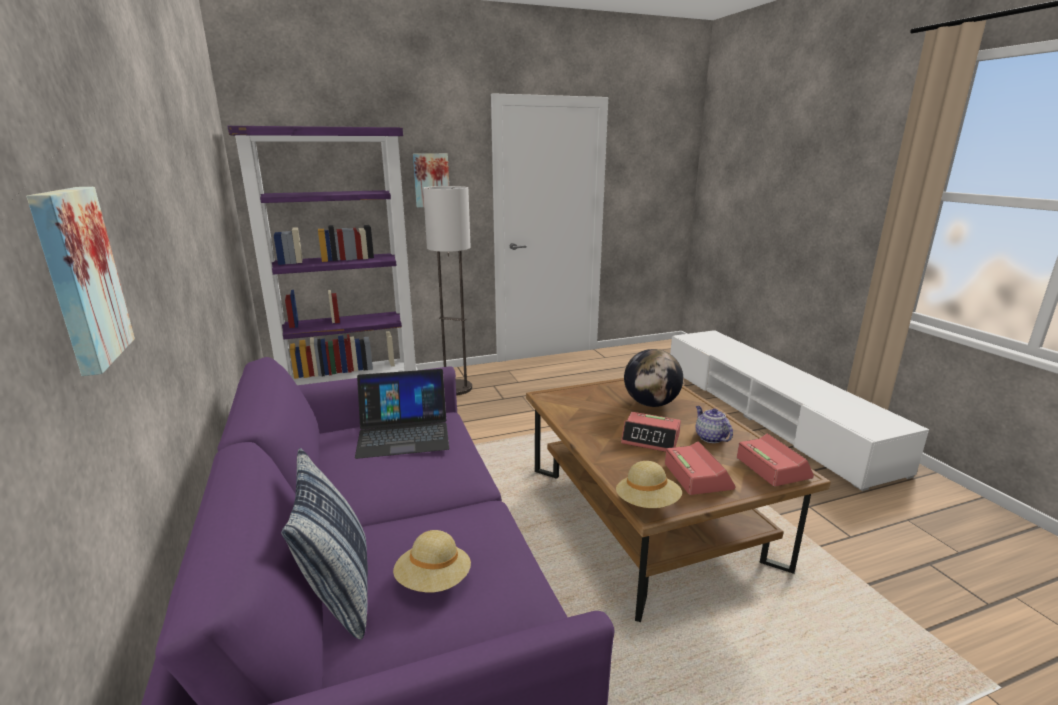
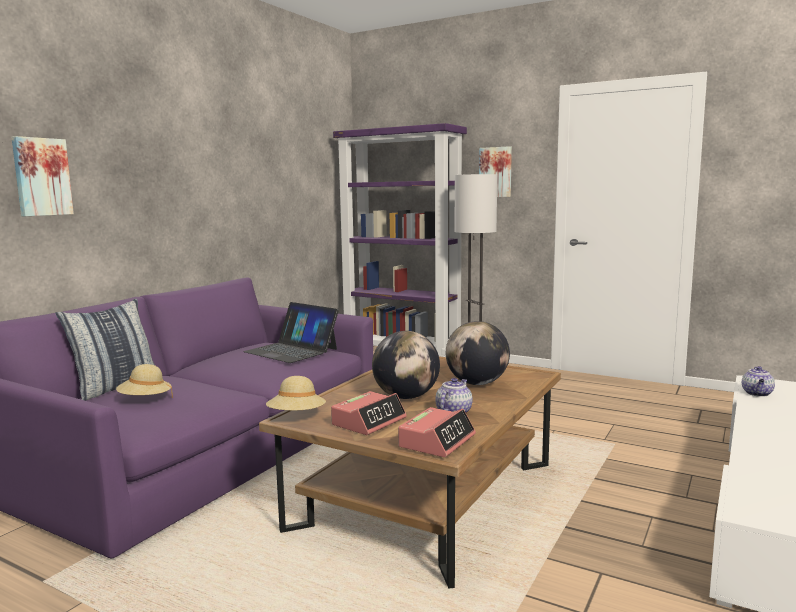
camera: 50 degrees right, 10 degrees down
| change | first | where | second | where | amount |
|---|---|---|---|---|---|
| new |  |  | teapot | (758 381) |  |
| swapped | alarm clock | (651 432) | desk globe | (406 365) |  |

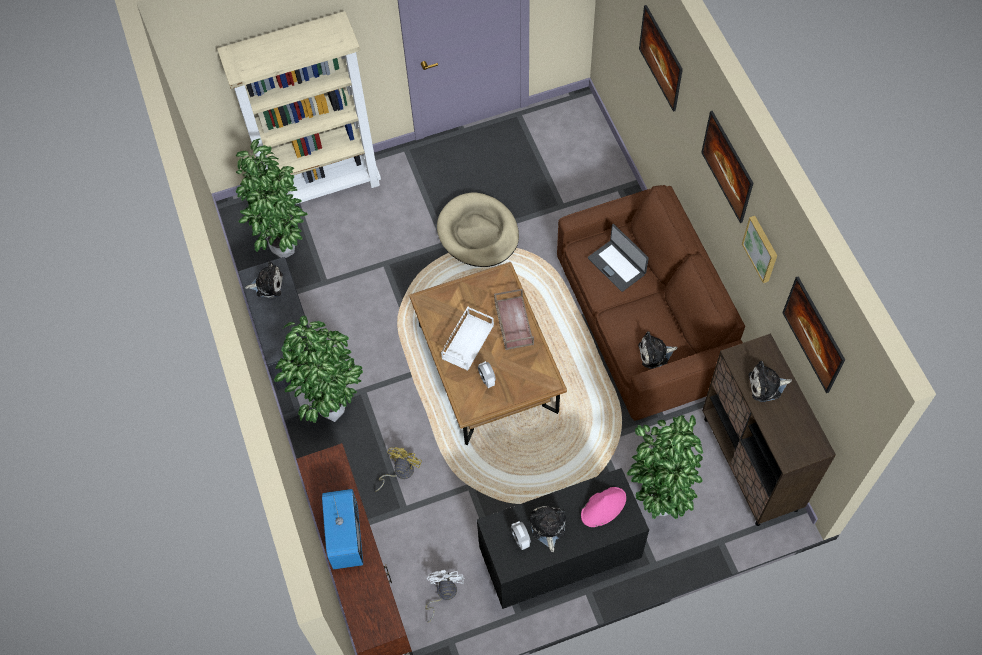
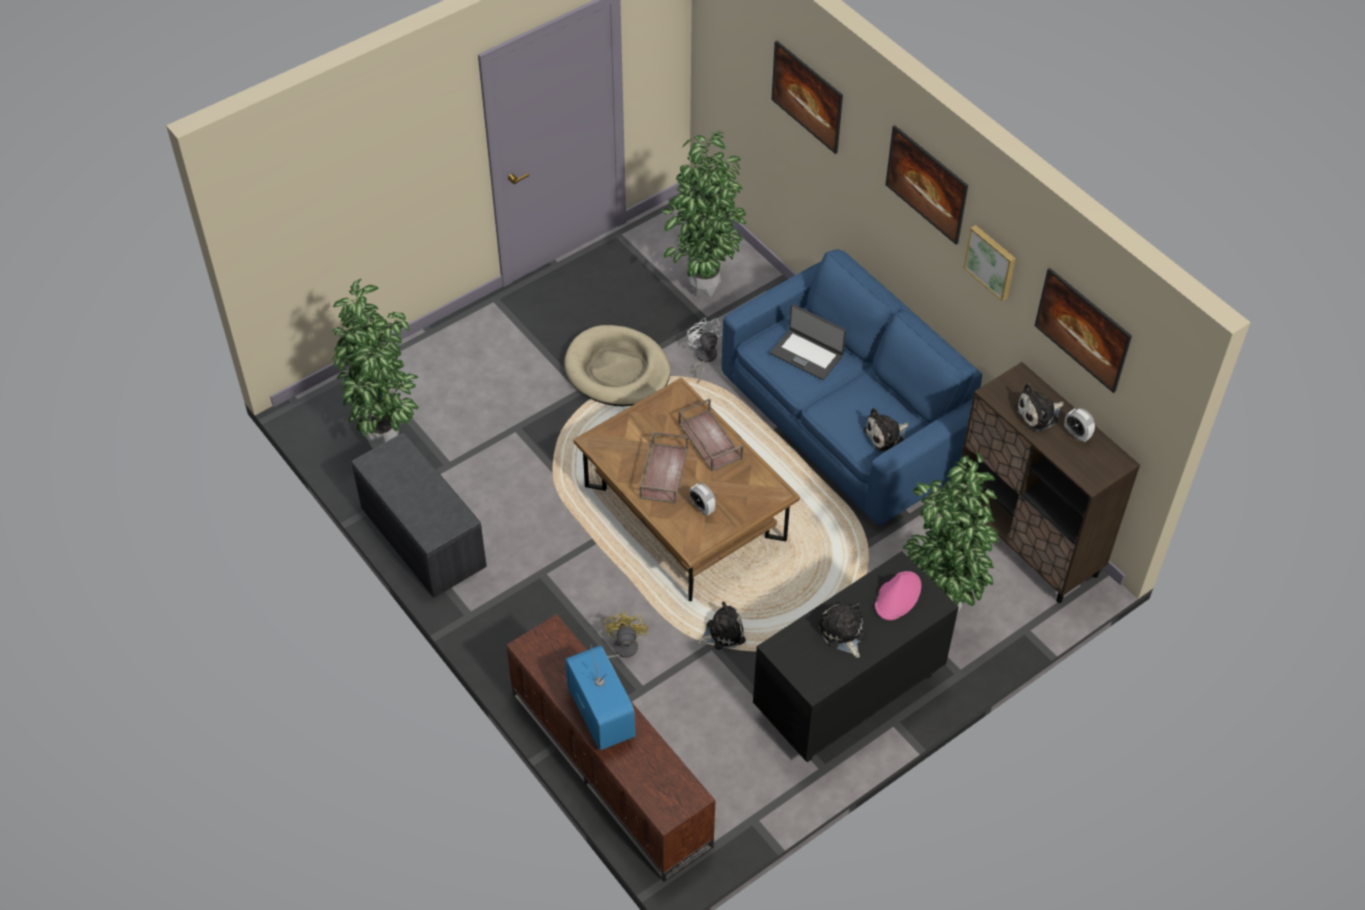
camera: 20 degrees left, 10 degrees down
| change | first | where | second | where | amount |
|---|---|---|---|---|---|
| gone | beige shelving unit | (299 107) |  |  |  |
| shifted | soft toy | (264 279) |  | (721 625) |  |
| shifted | plant in a pot | (318 369) |  | (704 214) |  |
| shifted | white-coloured electric fan | (444 596) |  | (704 351) |  |
| shifted | alarm clock | (521 535) |  | (1079 425) |  |
| repainted | white-coloured tray | (467 339) | brownish tray | (664 467) |  |
| repainted | brownish settee | (651 303) | blue-coloured settee | (851 387) |  |

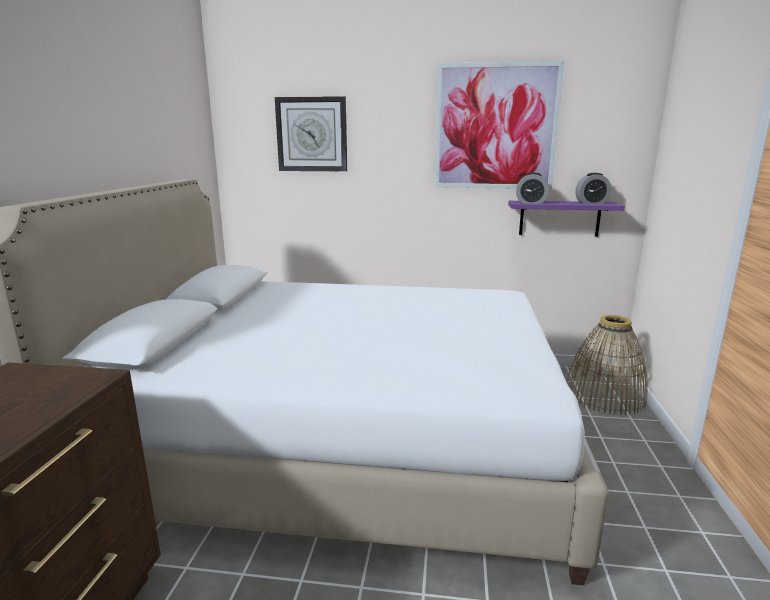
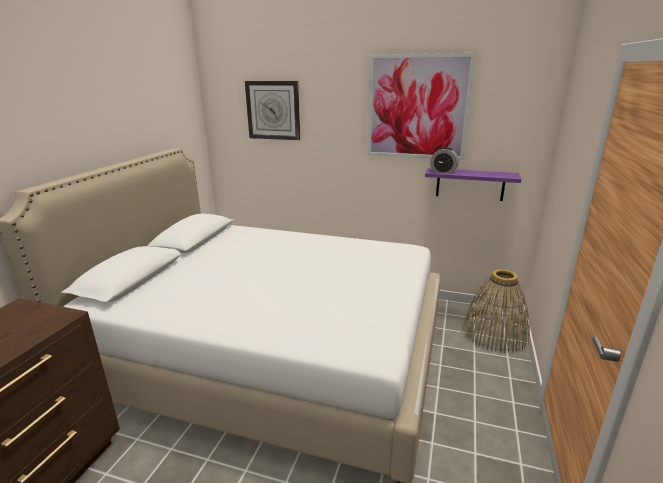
camera: 10 degrees right, 5 degrees up
| change | first | where | second | where | amount |
|---|---|---|---|---|---|
| gone | alarm clock | (593 188) |  |  |  |

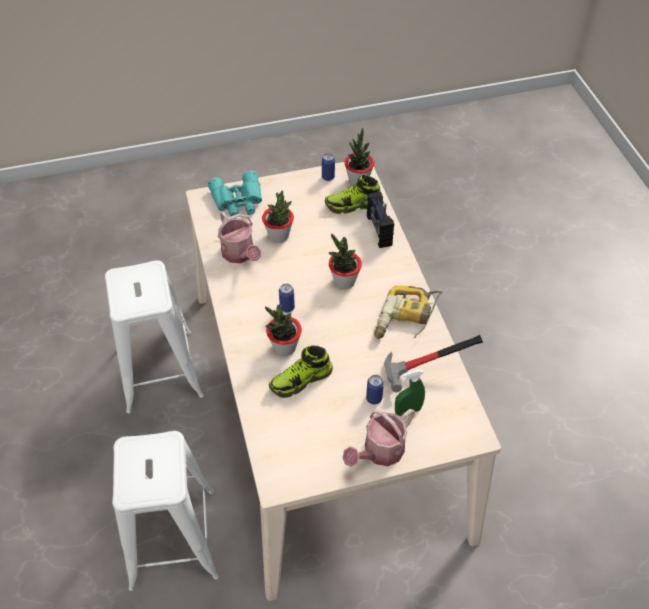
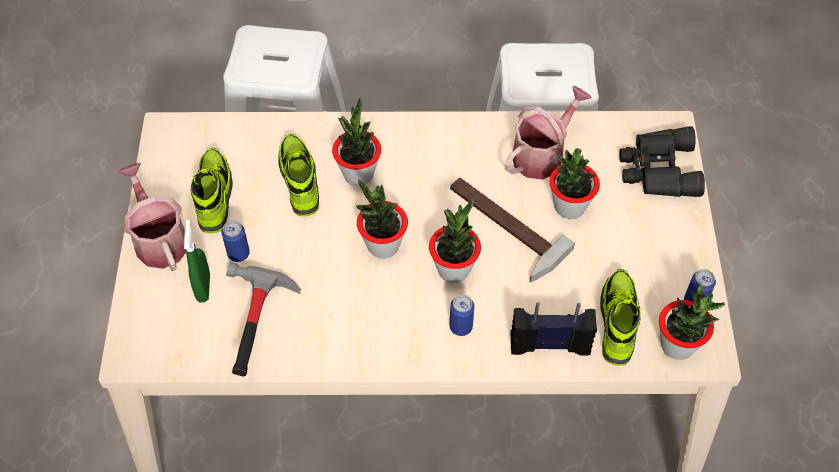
camera: 105 degrees right, 5 degrees up
| change | first | where | second | where | amount |
|---|---|---|---|---|---|
| gone | electric drill | (408 312) |  |  |  |
| new |  |  | item of footwear | (212 190) |  |
| new |  |  | plant in a pot | (382 219) |  |
| new |  |  | tool hammer | (512 230) |  |
| shifted | can | (287 298) |  | (462 315) |  |
| repainted | blue-green binoculars | (235 194) | black-coloured binoculars | (662 161) |  |
| rotated | watering pot | (239 237) |  | (548 133) | 150 degrees clockwise |

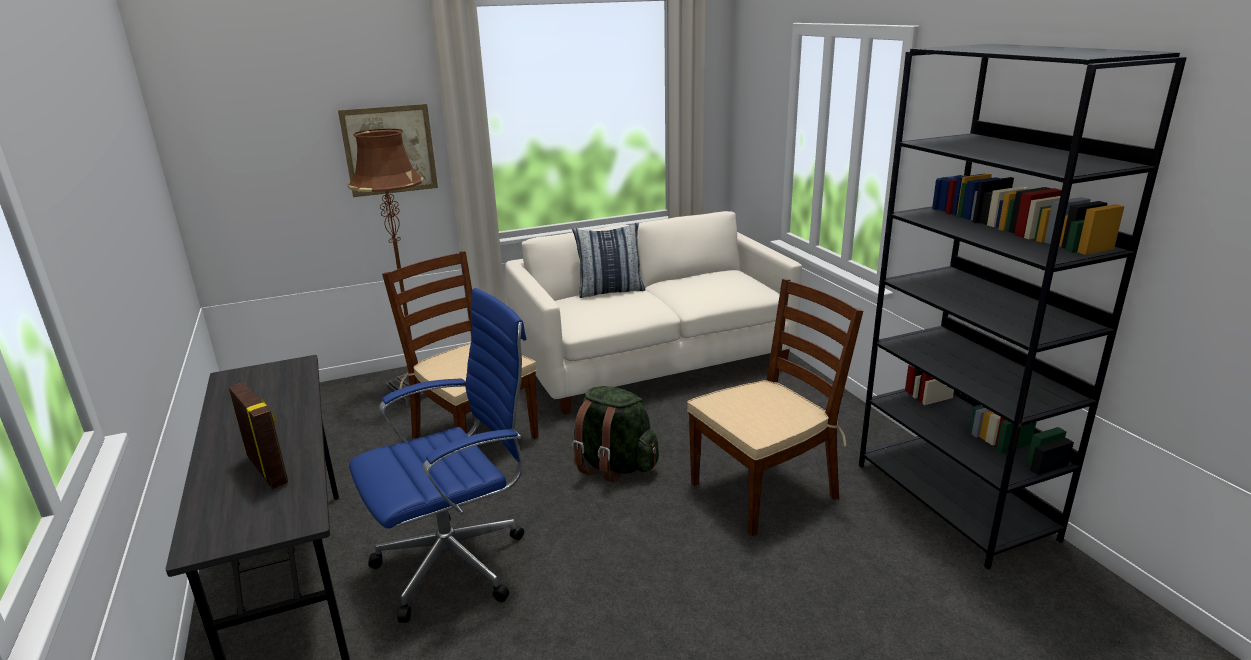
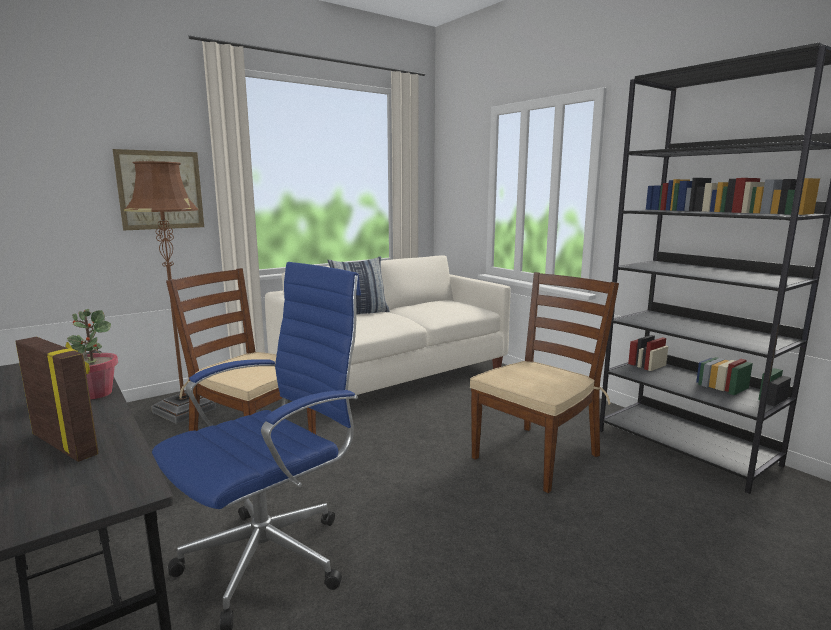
camera: 15 degrees left, 10 degrees down
| change | first | where | second | where | amount |
|---|---|---|---|---|---|
| gone | green knapsack | (615 434) |  |  |  |
| new |  |  | plant in a pot | (92 354) |  |

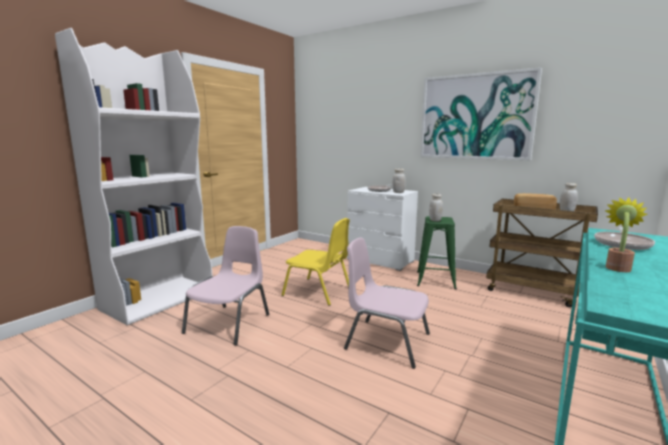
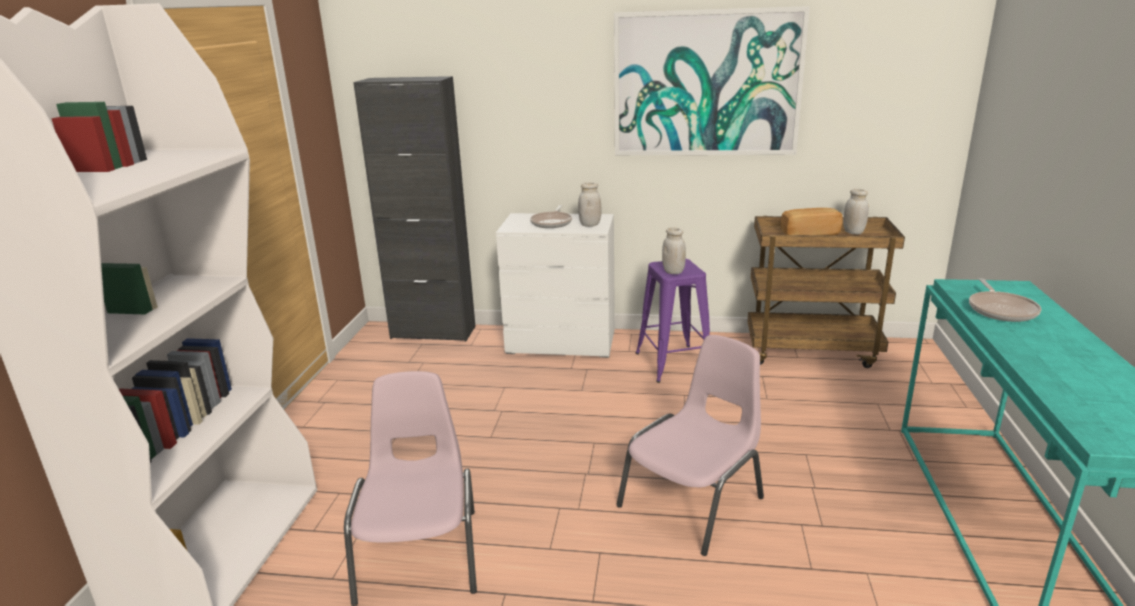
camera: 25 degrees left, 10 degrees up
| change | first | where | second | where | amount |
|---|---|---|---|---|---|
| gone | yellow-coloured upright chair | (315 262) |  |  |  |
| gone | plant in a pot | (625 234) |  |  |  |
| new |  |  | black-coloured storage cabinet | (414 209) |  |
| repainted | green sitting stool | (437 252) | purple sitting stool | (673 321) |  |
| rotated | pink-coloured upright chair | (387 303) |  | (690 445) | 135 degrees clockwise |

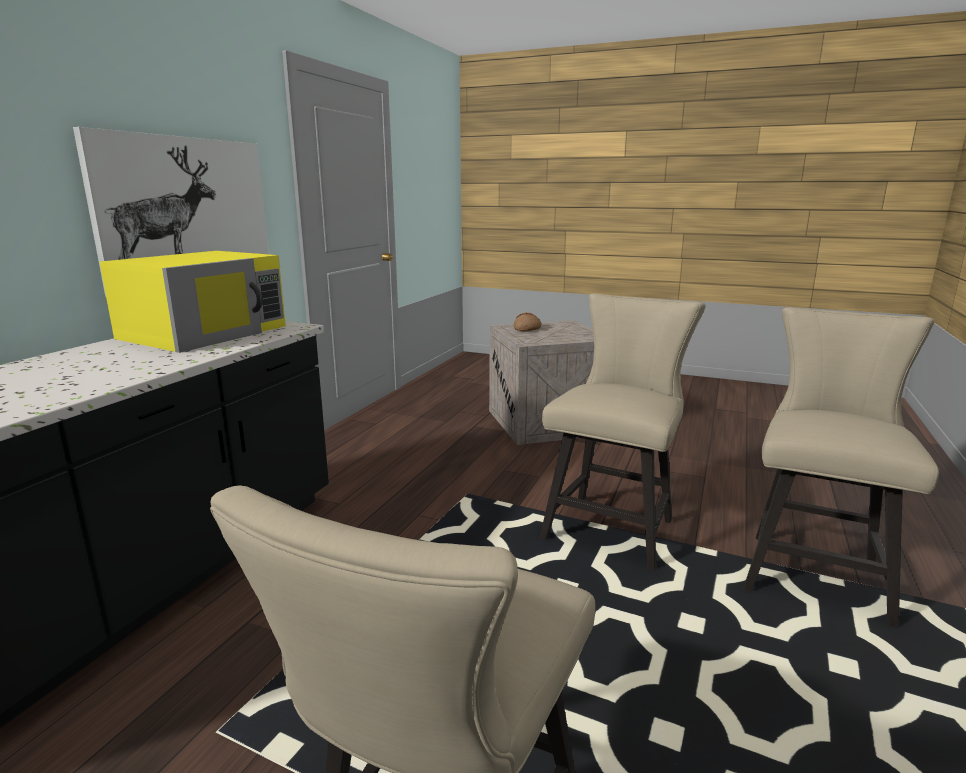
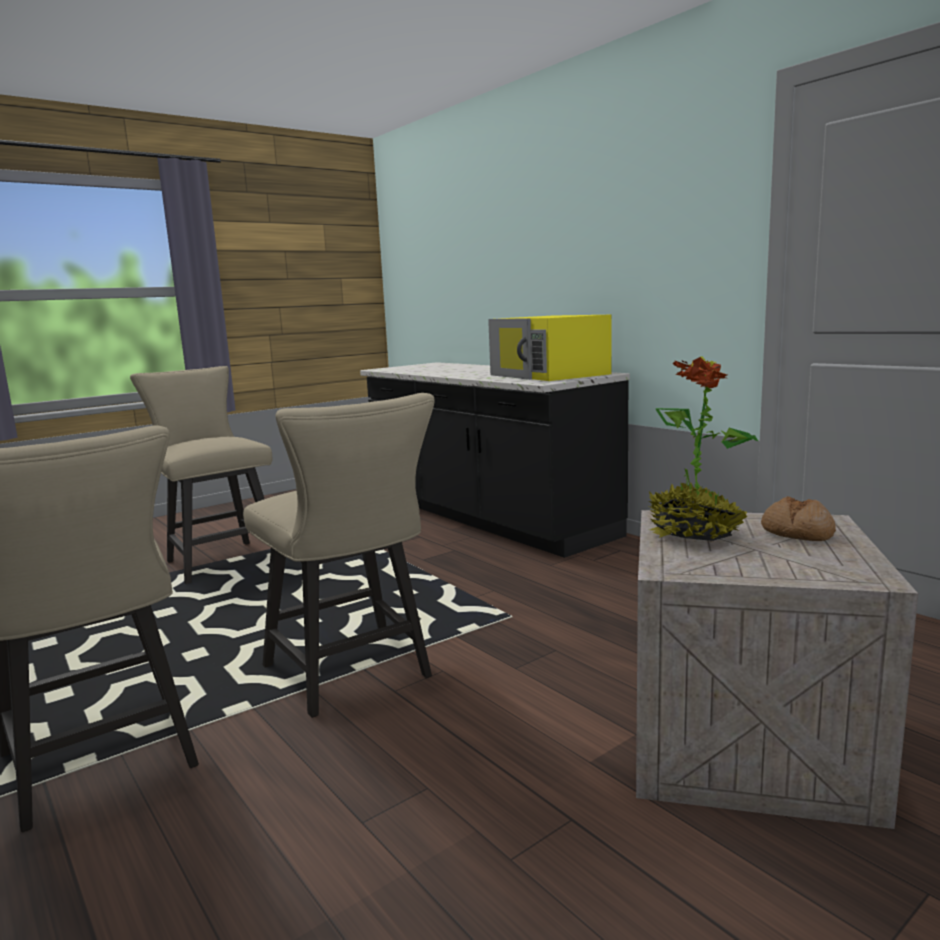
camera: 120 degrees right, 5 degrees down
| change | first | where | second | where | amount |
|---|---|---|---|---|---|
| gone | wall art | (171 212) |  |  |  |
| new |  |  | plant in a pot | (703 448) |  |

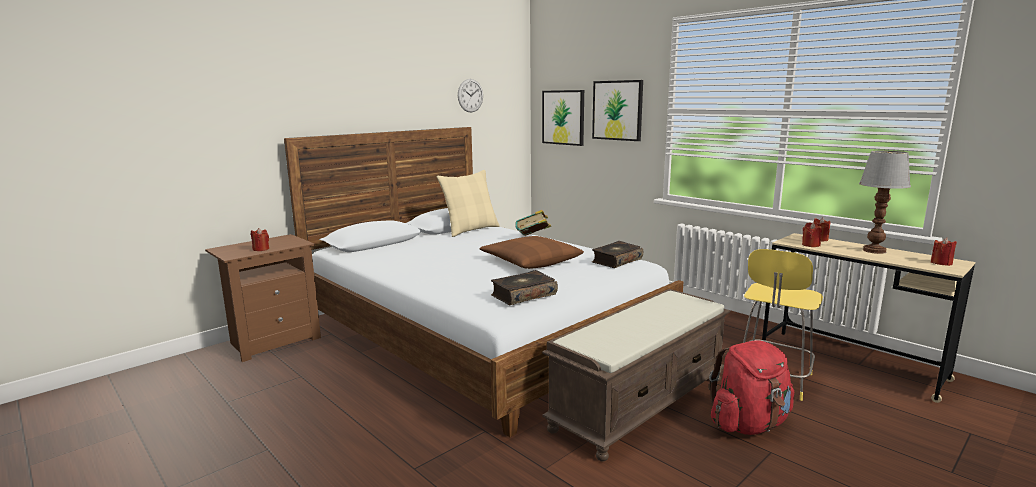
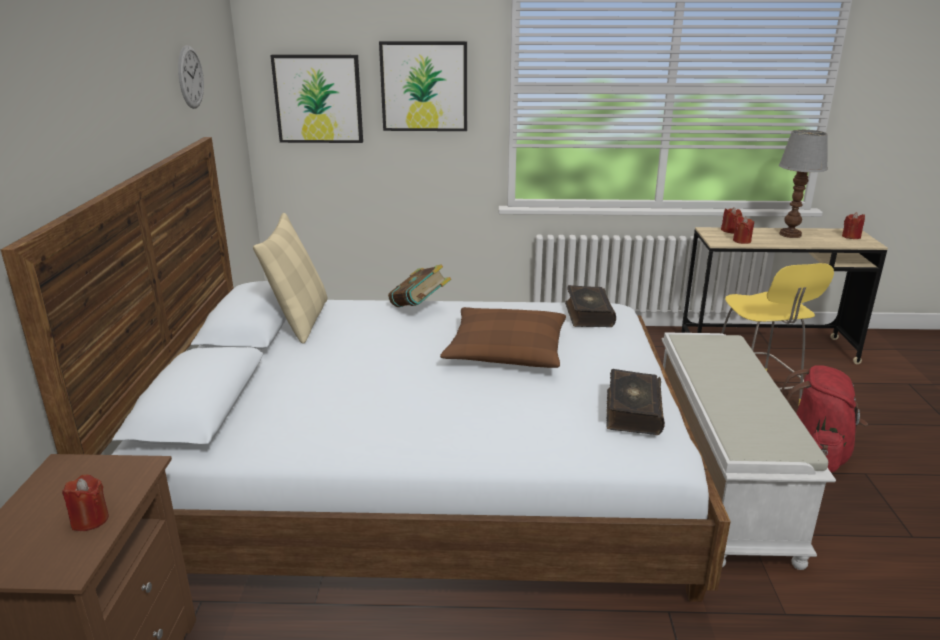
camera: 45 degrees left, 10 degrees up
| change | first | where | second | where | amount |
|---|---|---|---|---|---|
| repainted | brownish bench | (636 375) | white-coloured bench | (749 451) |  |

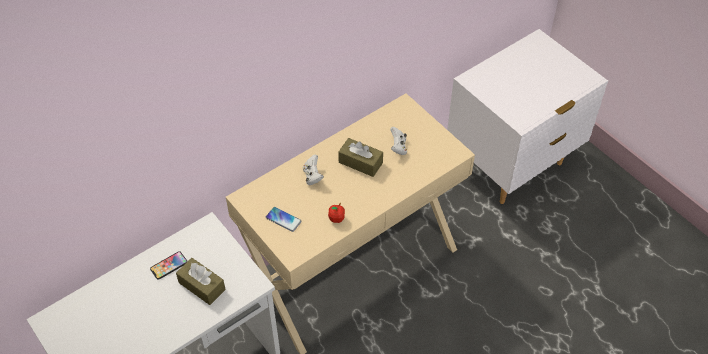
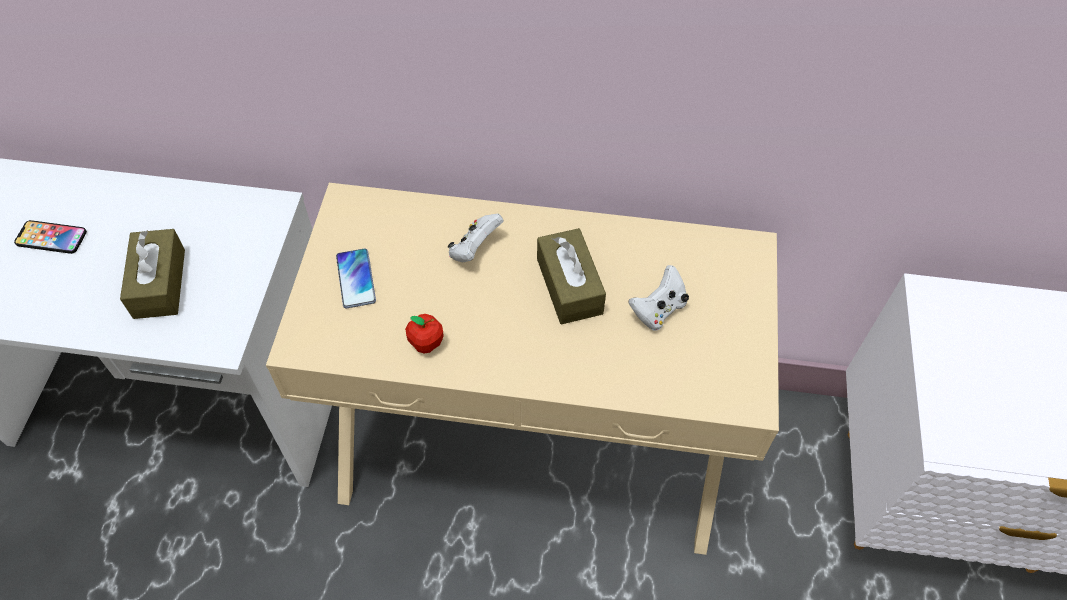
camera: 45 degrees right, 5 degrees up
| change | first | where | second | where | amount |
|---|---|---|---|---|---|
| shifted | phone | (168 265) |  | (50 237) |  |

